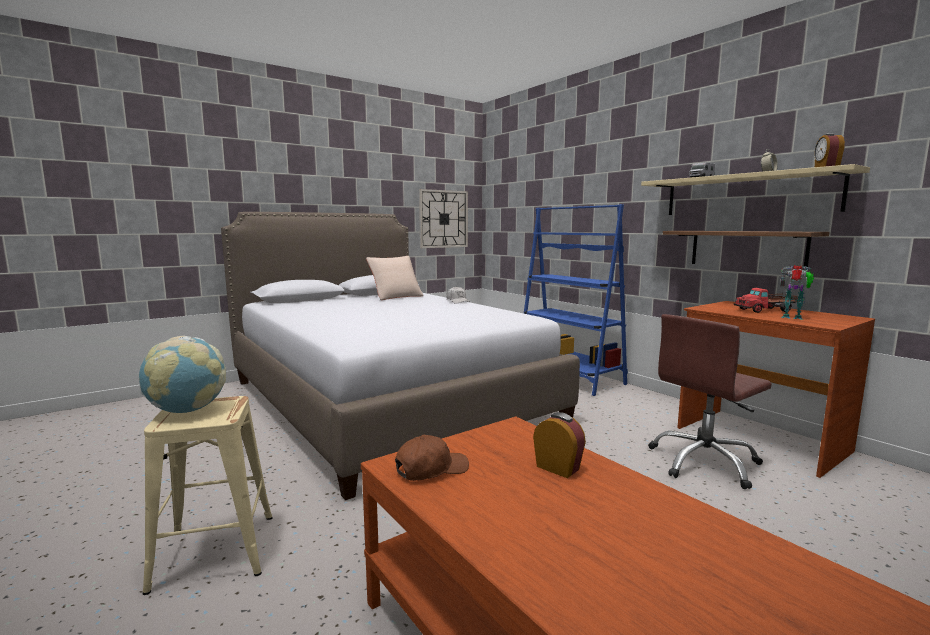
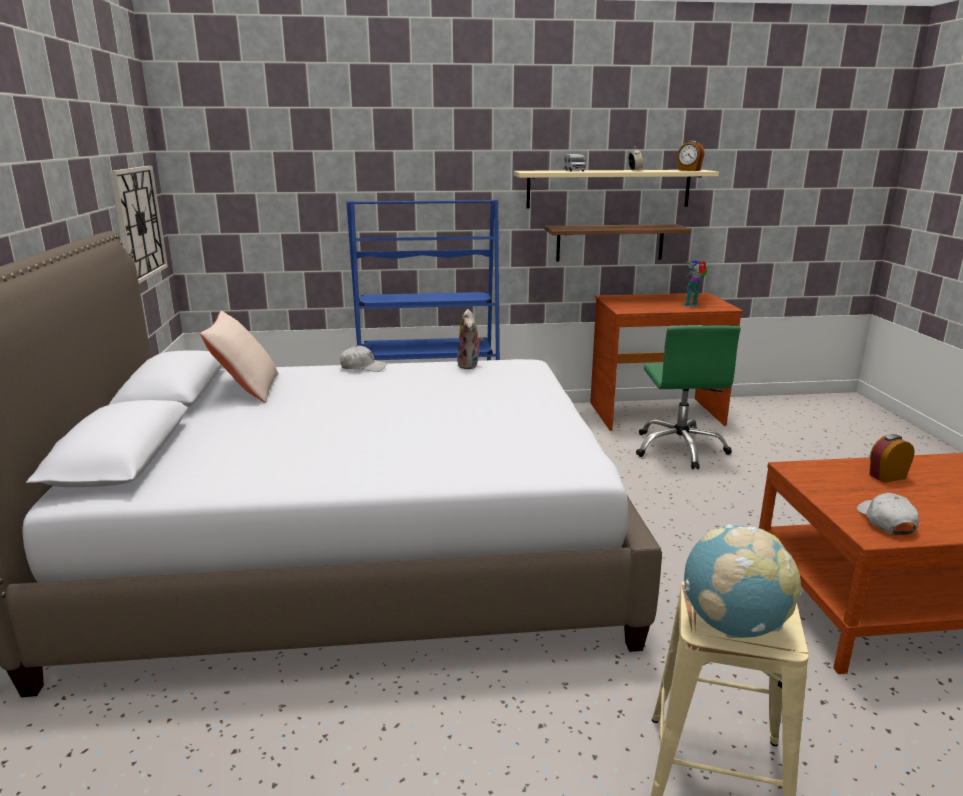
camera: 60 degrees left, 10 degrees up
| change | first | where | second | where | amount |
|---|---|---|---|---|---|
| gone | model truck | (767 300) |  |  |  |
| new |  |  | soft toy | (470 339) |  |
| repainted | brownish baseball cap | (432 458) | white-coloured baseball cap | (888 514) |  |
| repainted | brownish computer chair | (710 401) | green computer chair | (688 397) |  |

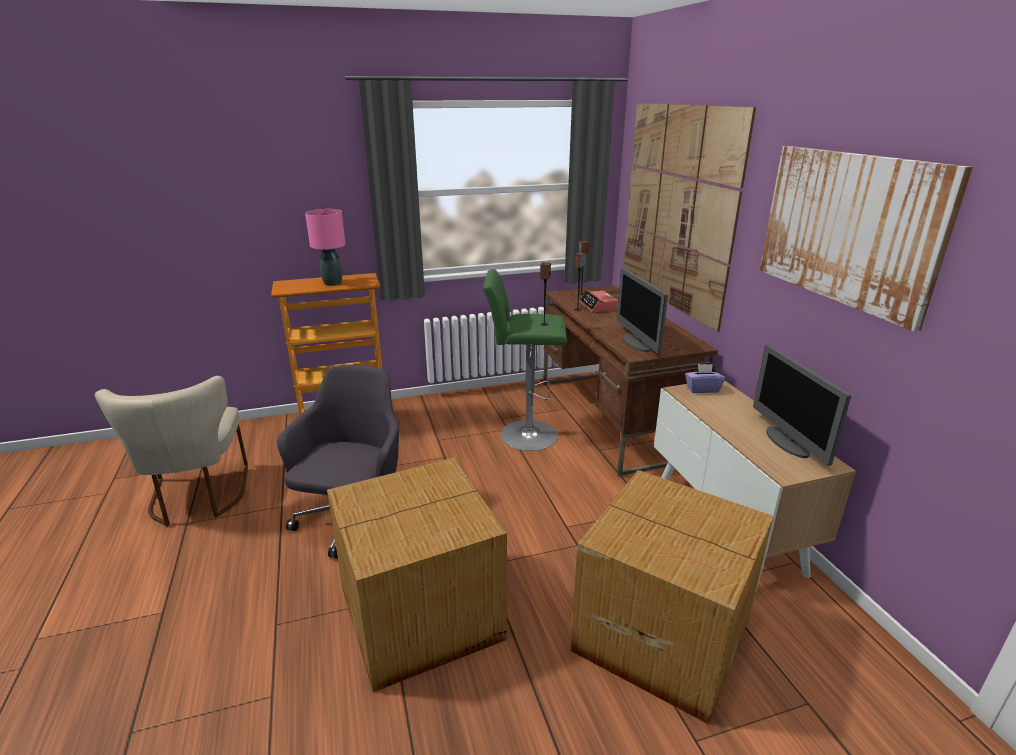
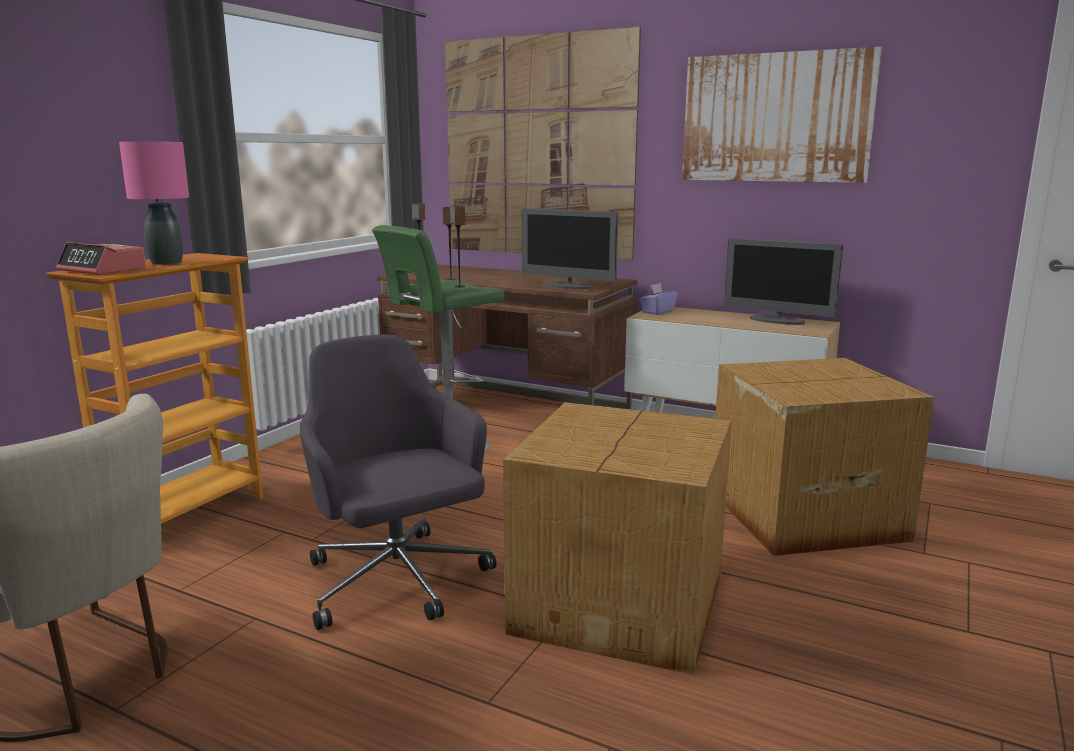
camera: 45 degrees left, 10 degrees down
| change | first | where | second | where | amount |
|---|---|---|---|---|---|
| shifted | alarm clock | (598 301) |  | (101 258) |  |

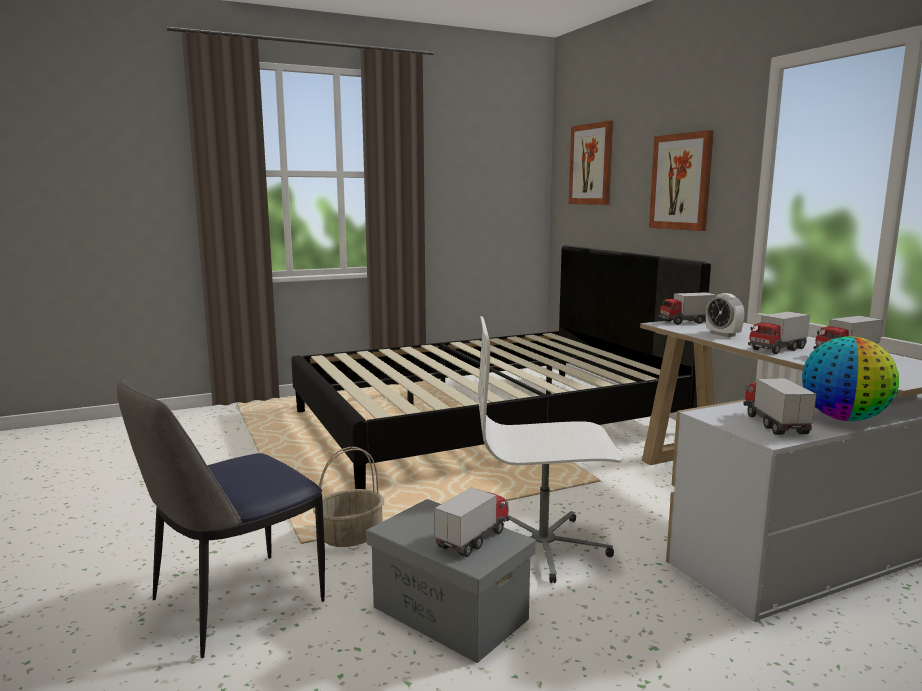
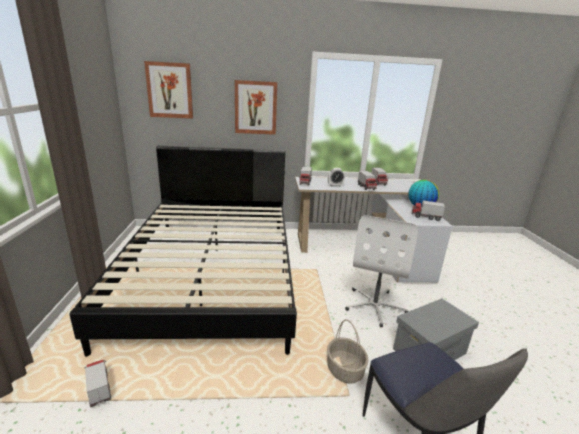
camera: 70 degrees left, 10 degrees up
| change | first | where | second | where | amount |
|---|---|---|---|---|---|
| shifted | model truck | (472 522) |  | (97 383) |  |

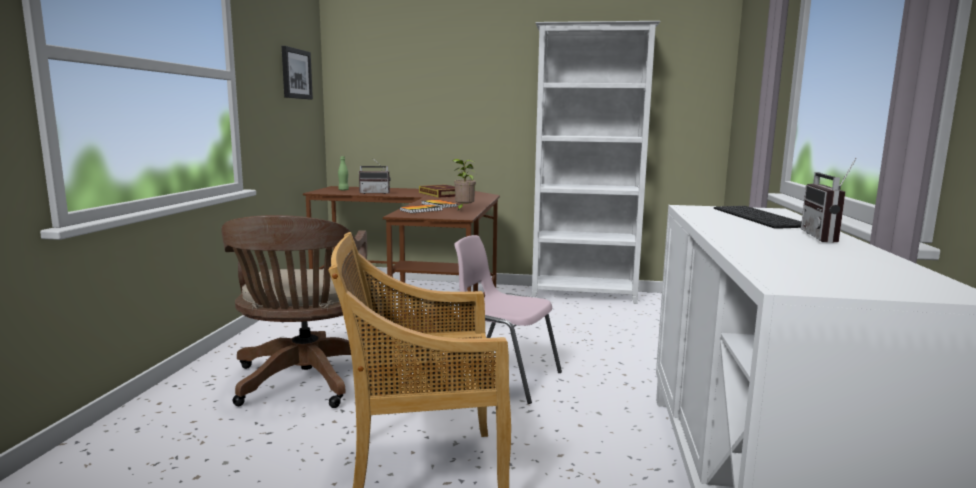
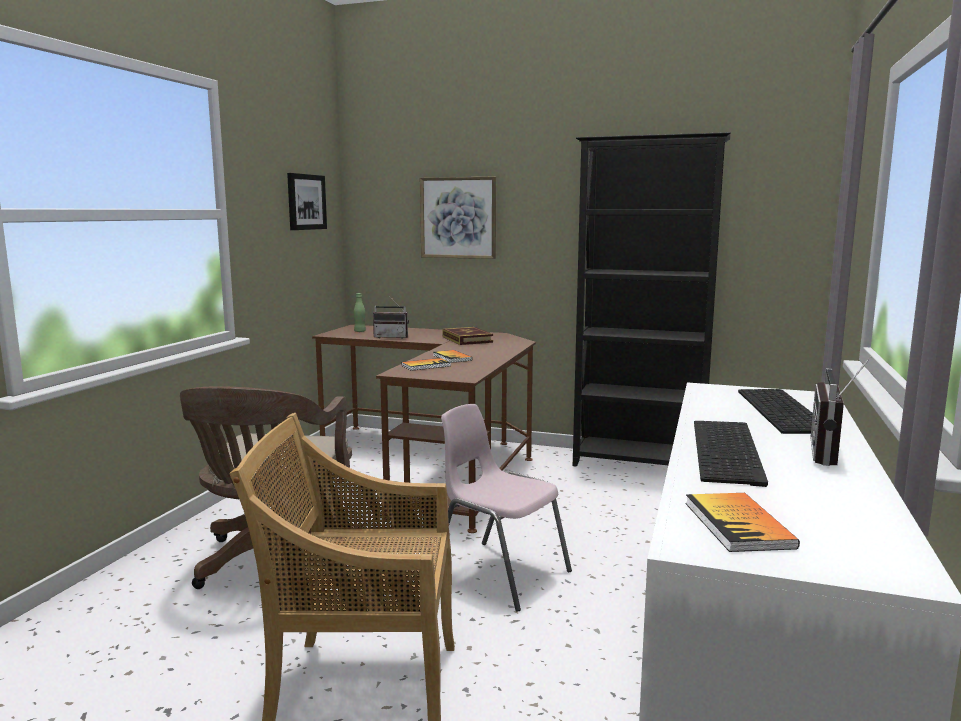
camera: 10 degrees right, 0 degrees up
| change | first | where | second | where | amount |
|---|---|---|---|---|---|
| gone | plant in a pot | (464 184) |  |  |  |
| new |  |  | wall art | (458 218) |  |
| new |  |  | bound book | (742 522) |  |
| new |  |  | computer keyboard | (731 454) |  |
| repainted | white-coloured shelving unit | (596 162) | black-coloured shelving unit | (652 299) |  |

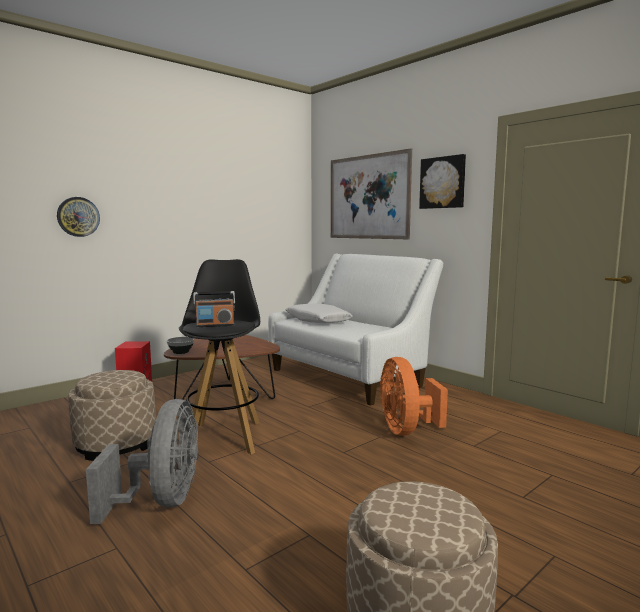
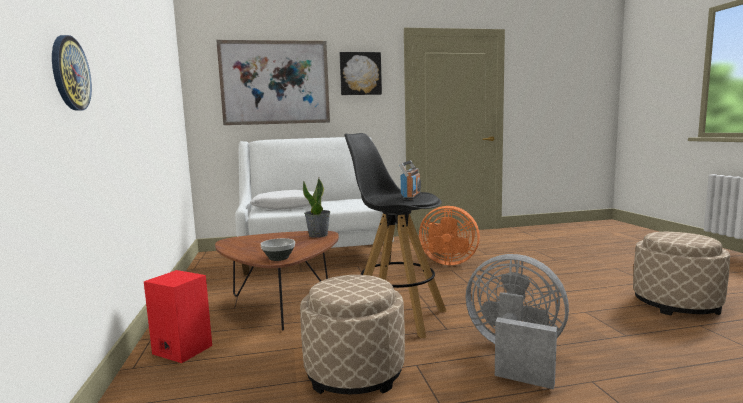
camera: 60 degrees left, 0 degrees up
| change | first | where | second | where | amount |
|---|---|---|---|---|---|
| new |  |  | plant in a pot | (316 208) |  |

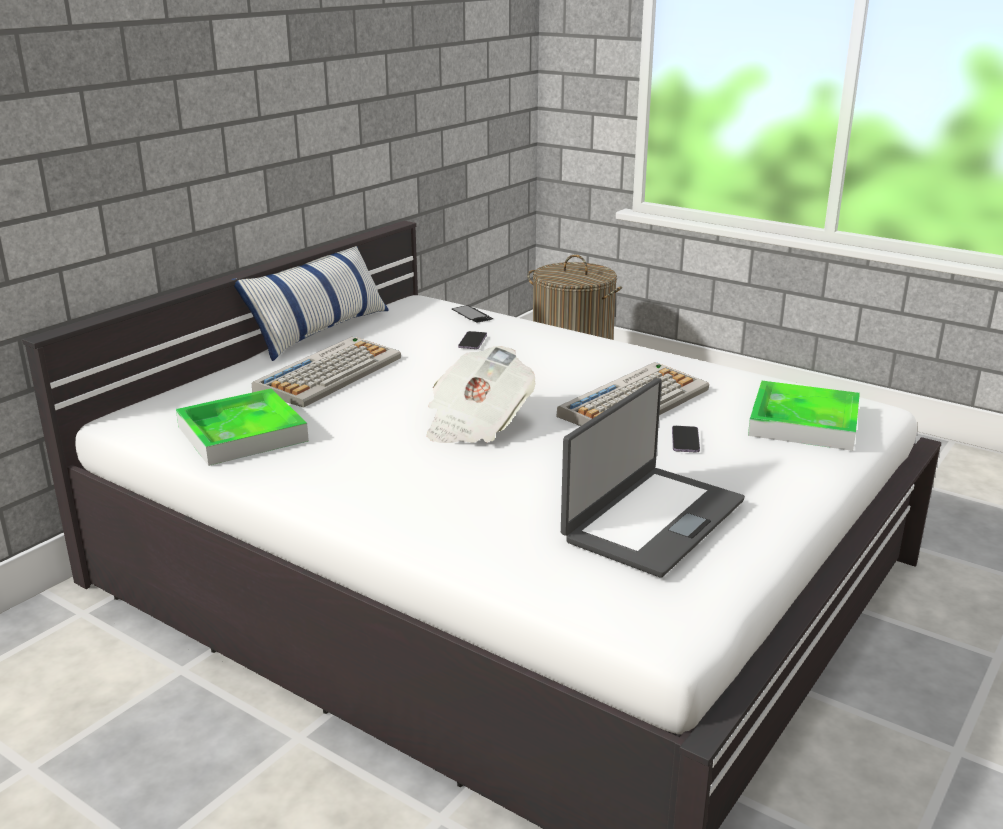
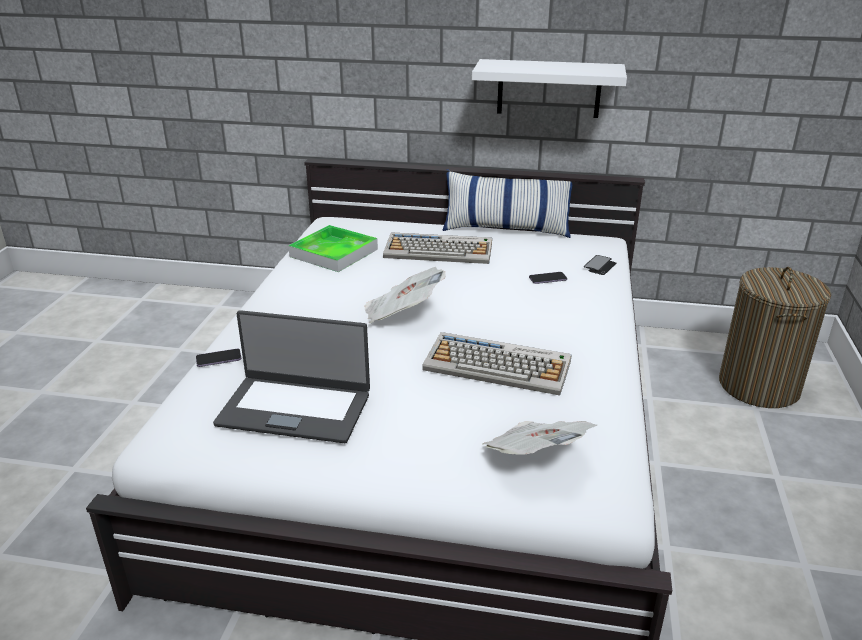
camera: 65 degrees right, 5 degrees up
| change | first | where | second | where | amount |
|---|---|---|---|---|---|
| new |  |  | white-coloured wall shelf | (549 88) |  |
| shifted | phone | (686 439) |  | (218 358) |  |
| swapped | tray | (804 416) | printed paper | (540 438) |  |

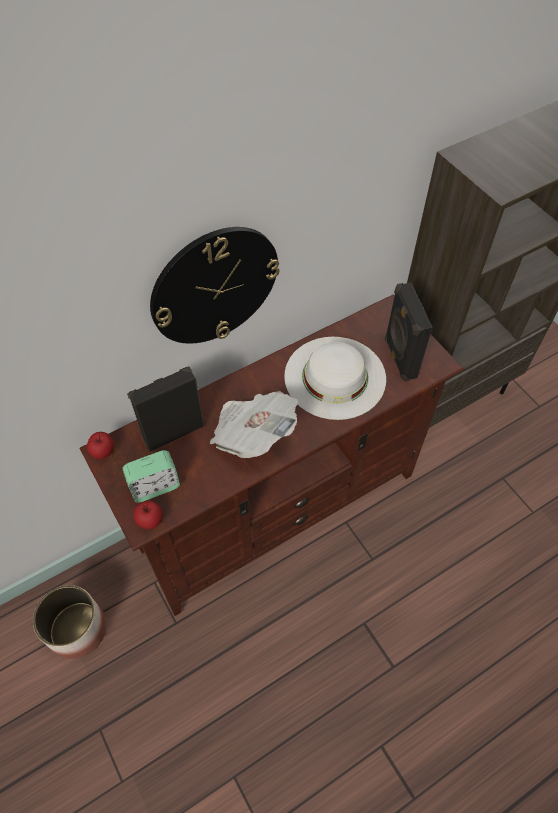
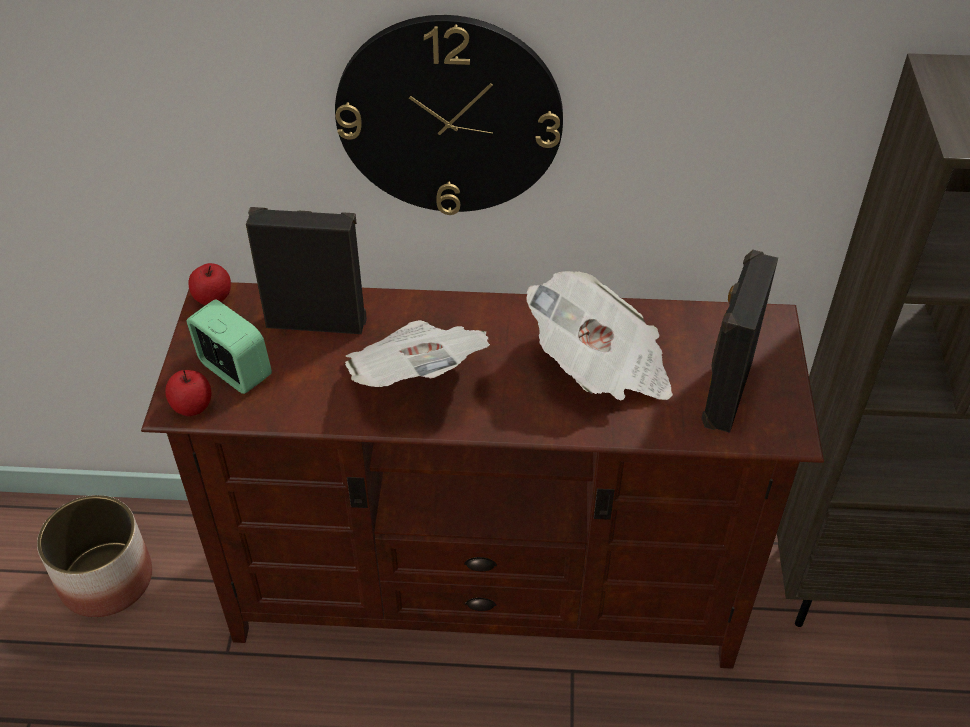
camera: 35 degrees right, 10 degrees down
| change | first | where | second | where | amount |
|---|---|---|---|---|---|
| swapped | white-coloured clothing hat | (335 378) | printed paper | (599 336) |  |
| rotated | alarm clock | (151 476) |  | (229 346) | 150 degrees counterclockwise |

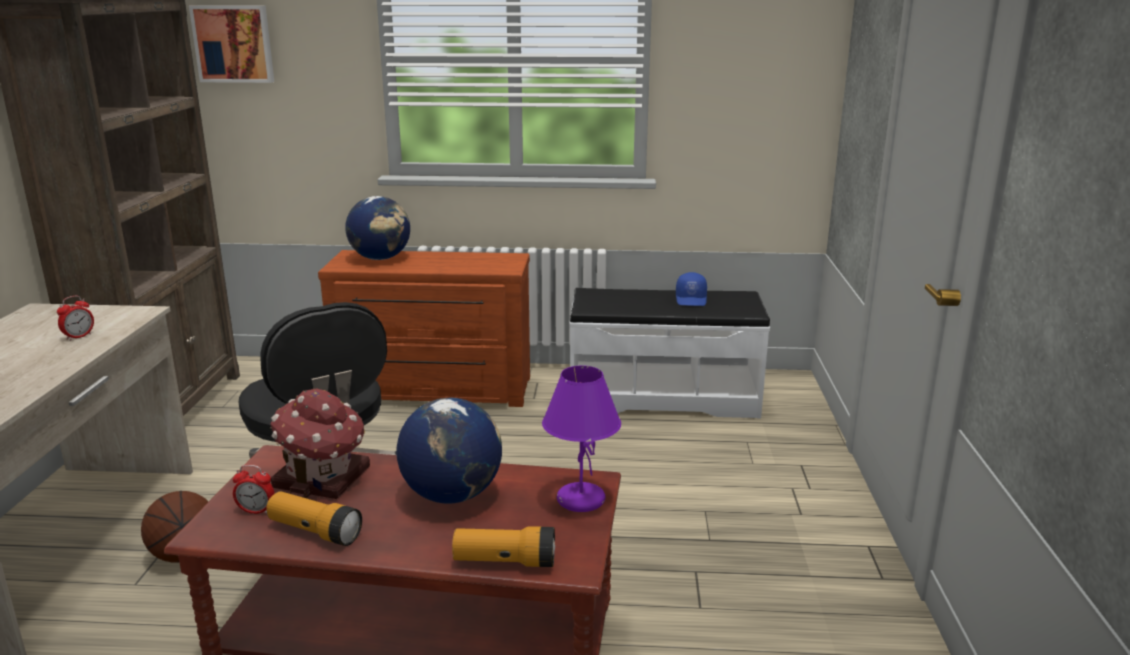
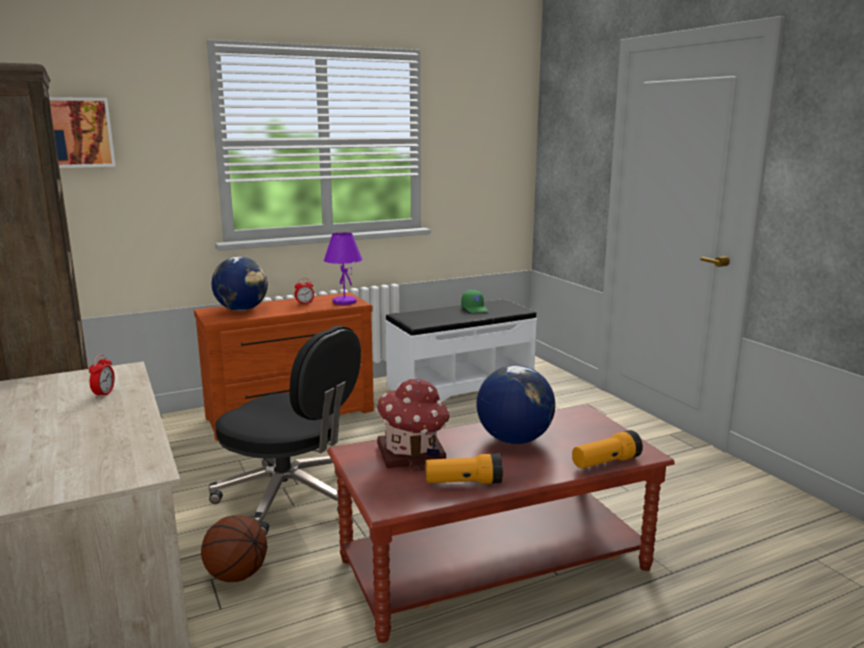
camera: 30 degrees left, 5 degrees down
| change | first | where | second | where | amount |
|---|---|---|---|---|---|
| shifted | alarm clock | (254 489) |  | (304 291) |  |
| shifted | purple lamp for a table | (581 439) |  | (343 268) |  |
| repainted | blue-coloured baseball cap | (691 289) | green baseball cap | (474 301) |  |

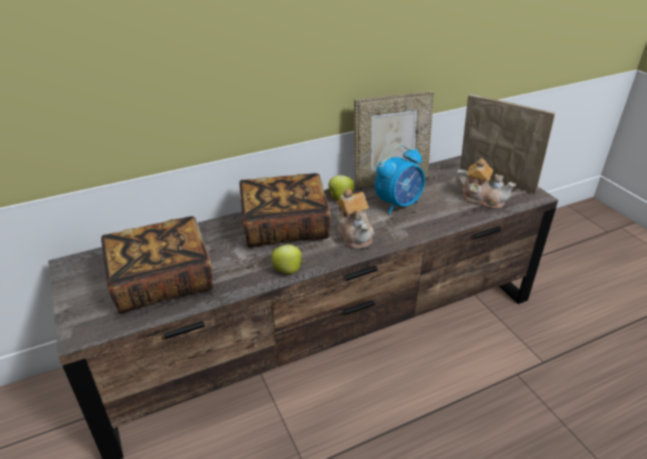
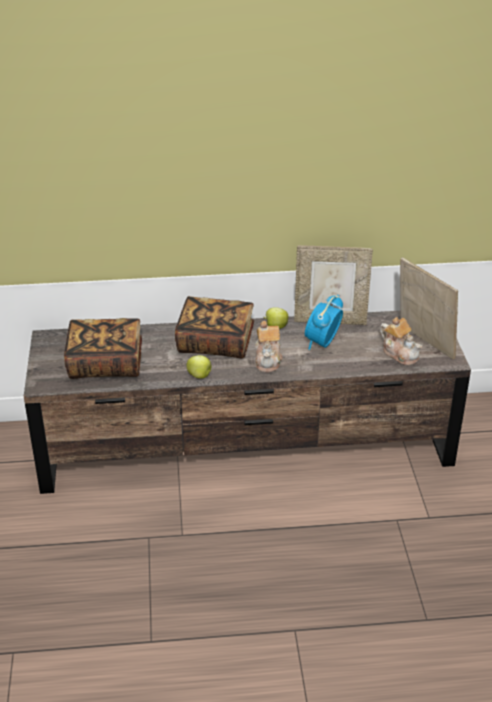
camera: 20 degrees right, 0 degrees up
| change | first | where | second | where | amount |
|---|---|---|---|---|---|
| rotated | alarm clock | (400 180) |  | (324 322) | 135 degrees clockwise |

